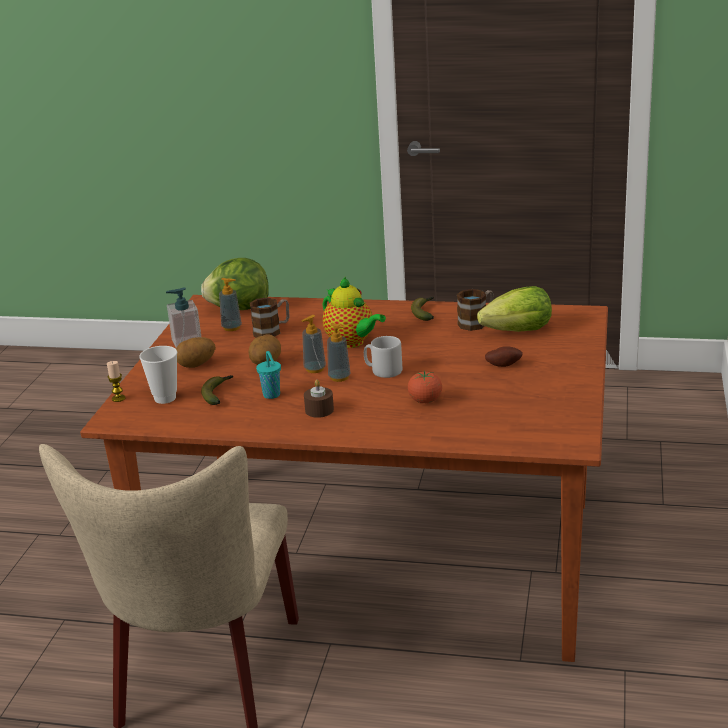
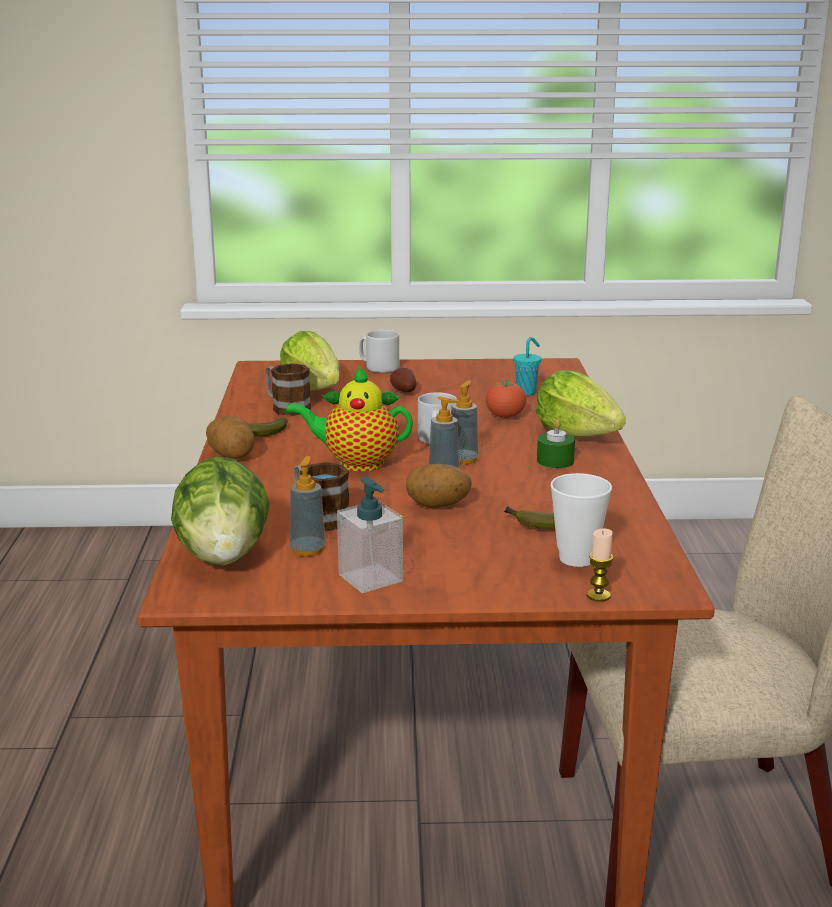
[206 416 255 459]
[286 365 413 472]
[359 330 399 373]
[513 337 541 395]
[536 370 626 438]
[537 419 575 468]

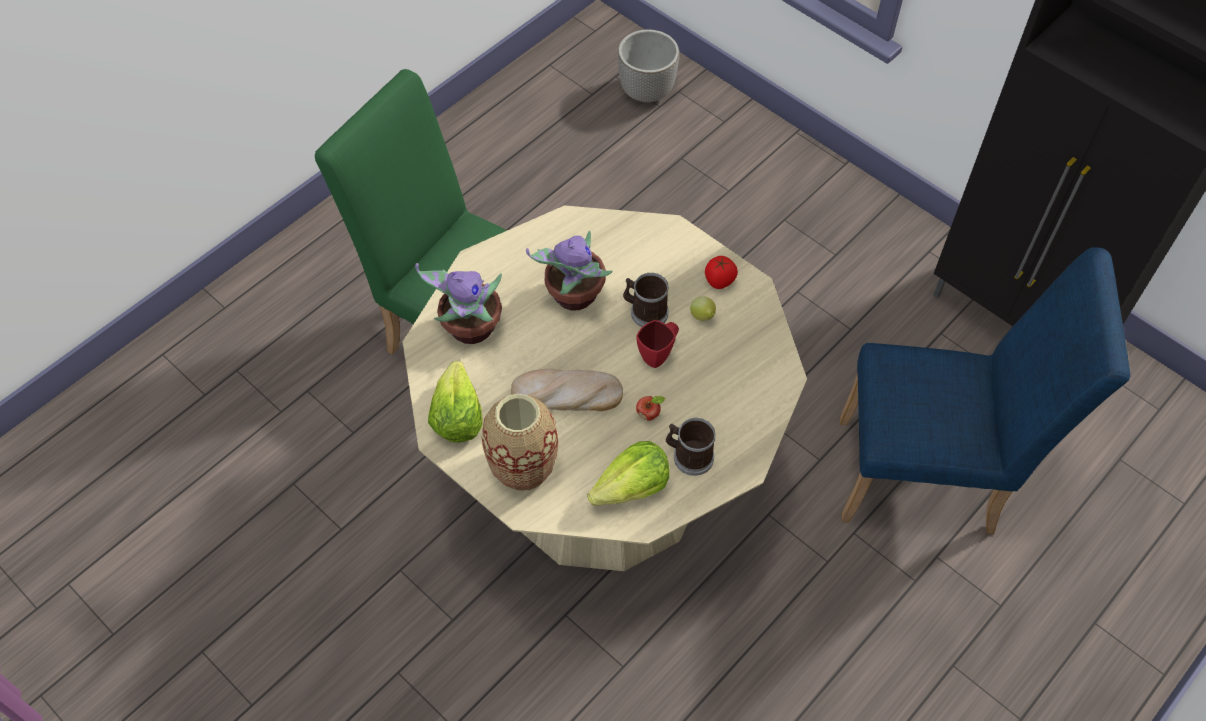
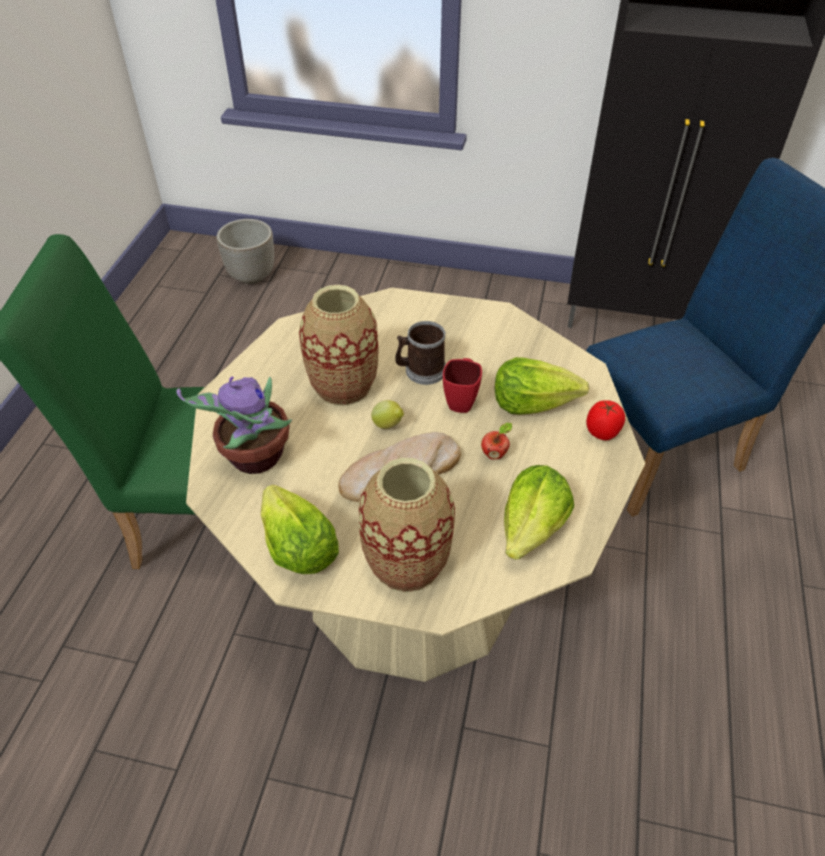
[299 285 379 406]
[371 400 404 429]
[495 357 589 415]
[586 400 625 440]
[666 418 715 476] (first image)

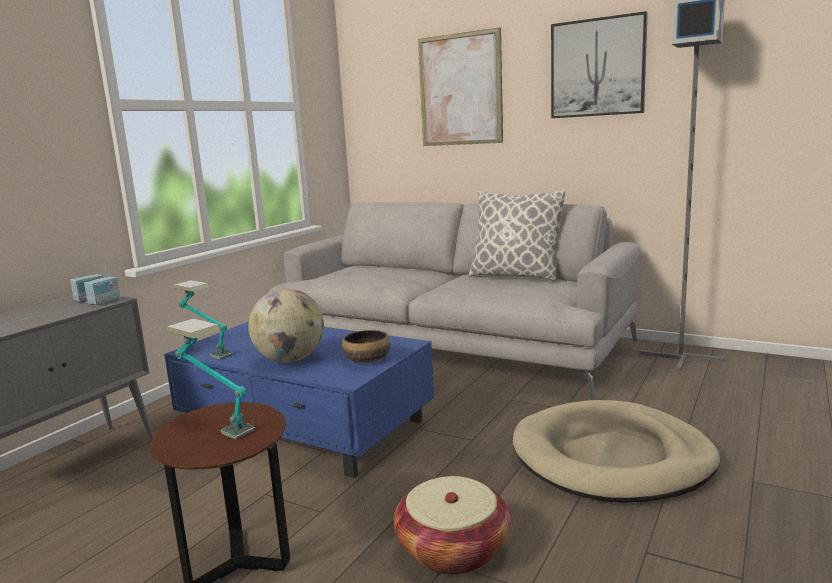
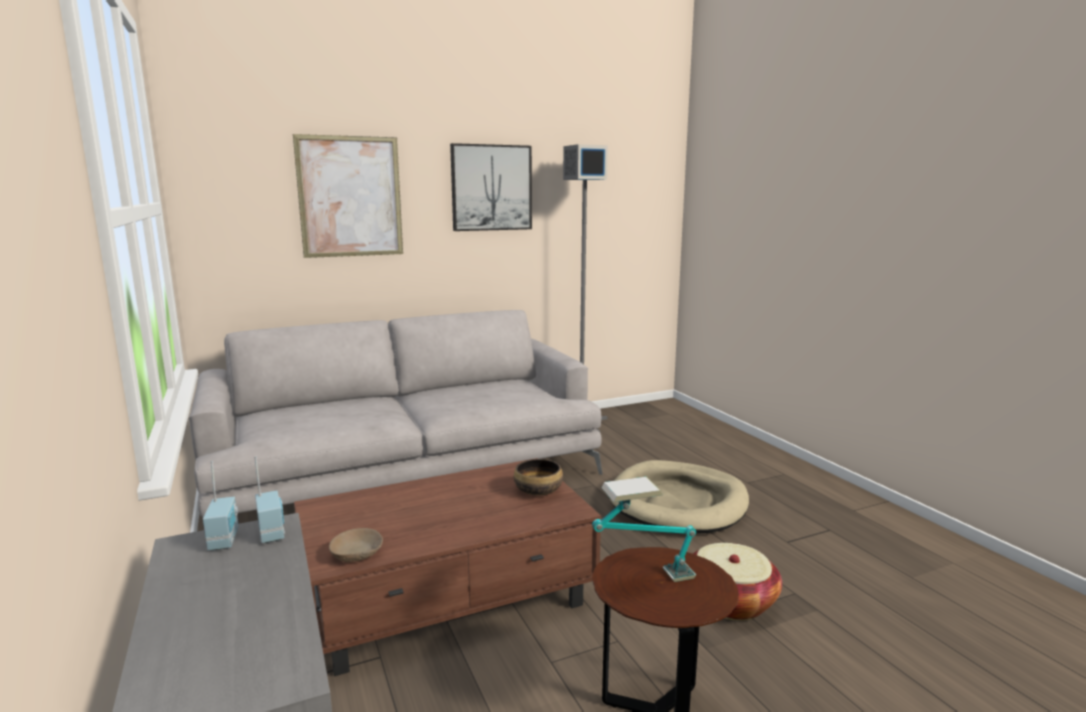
[294 458 601 676]
[329 528 383 562]
[248 289 324 363] (first image)
[468 190 565 281] (first image)

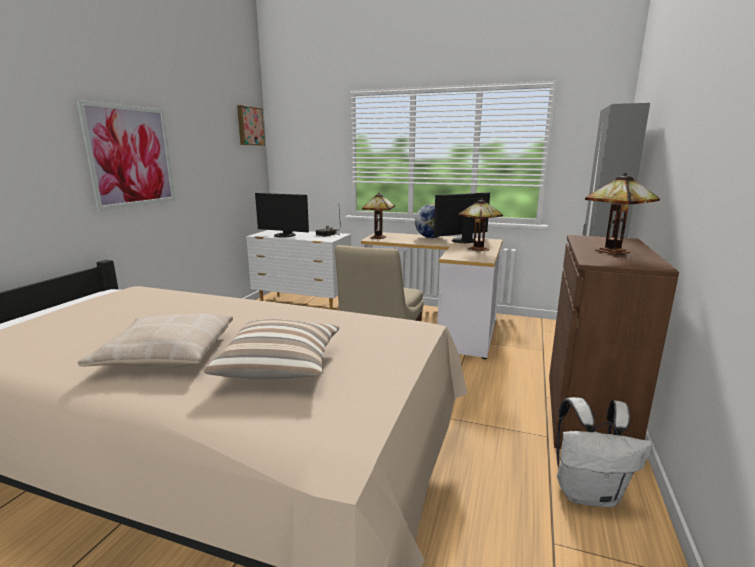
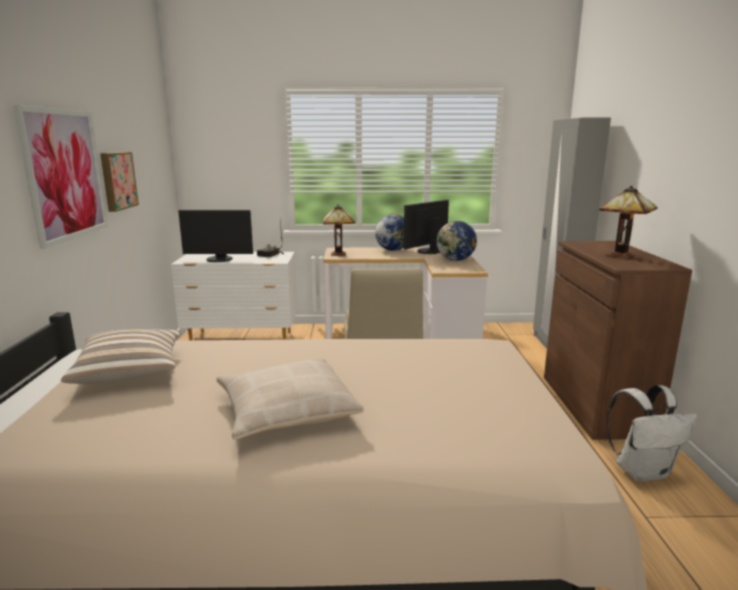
[61 329 181 384]
[100 152 139 212]
[437 221 477 261]

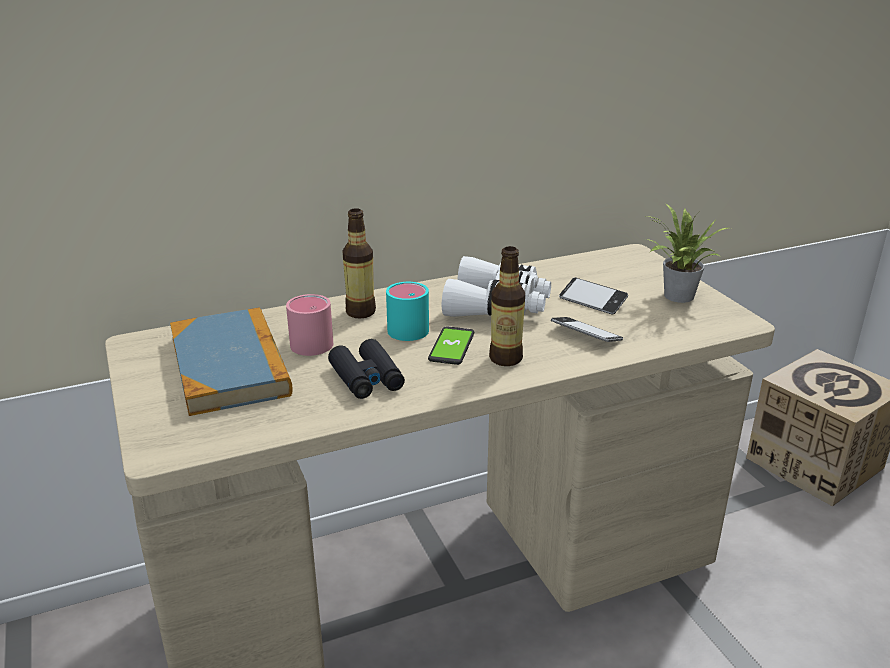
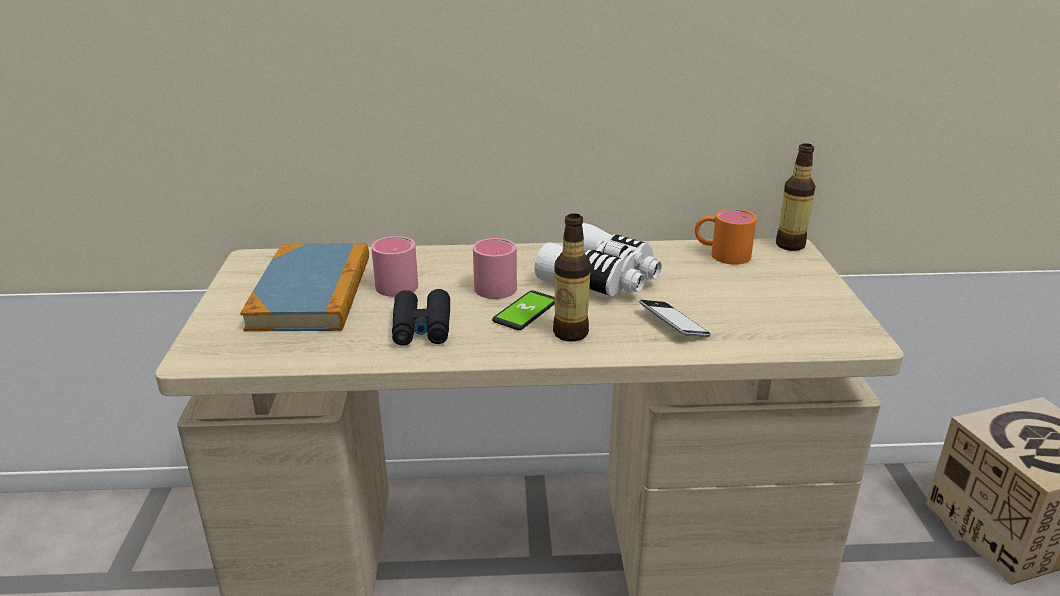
[473 238 517 299]
[695 209 757 265]
[776 143 816 251]
[559 278 628 315] (first image)
[646 204 728 303] (first image)

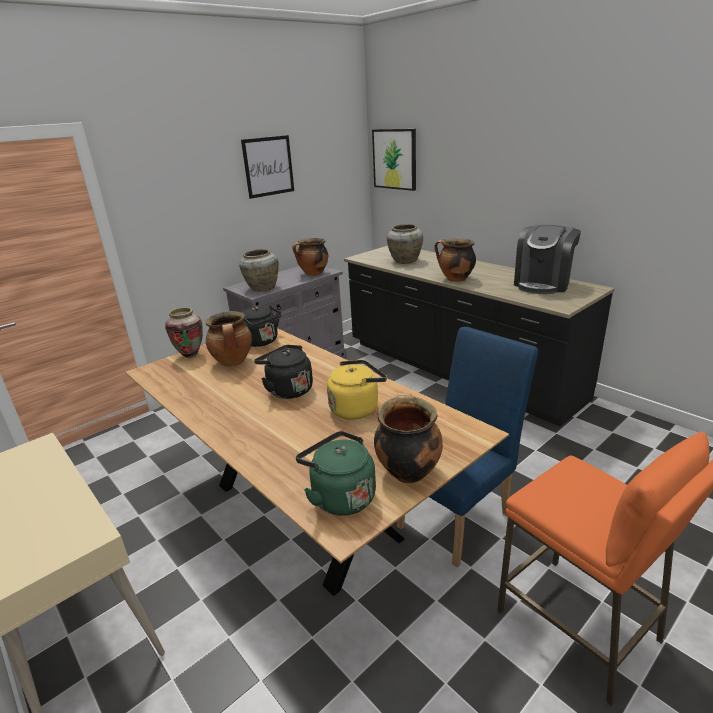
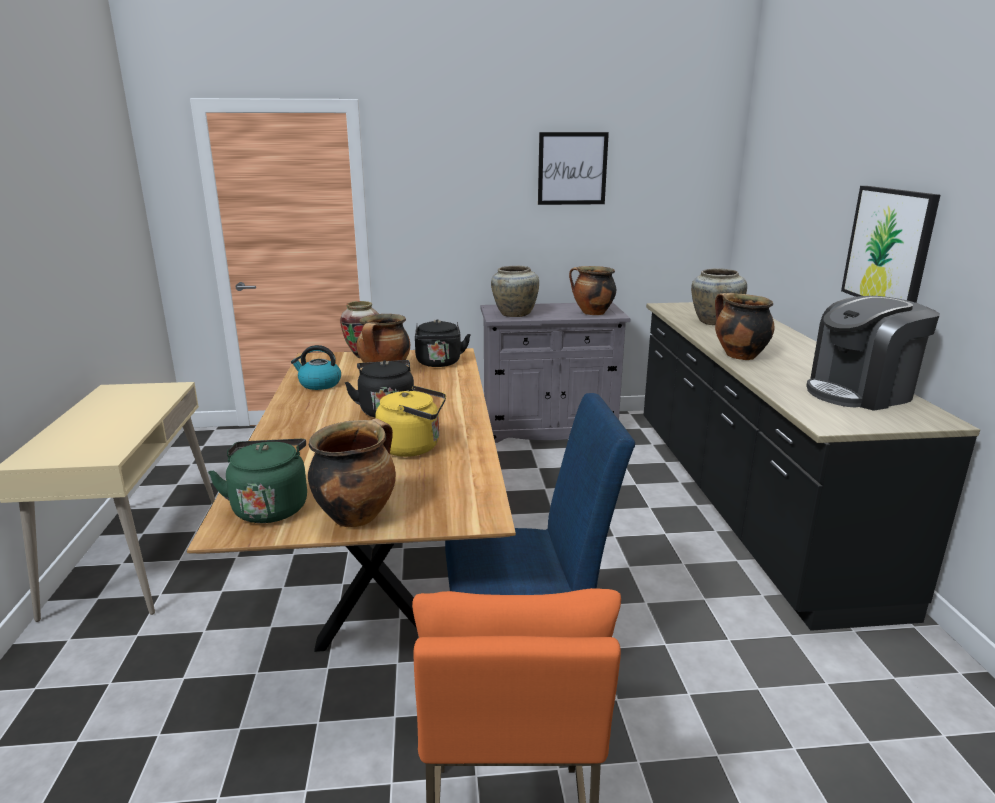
[291 345 341 390]
[841 186 940 303]

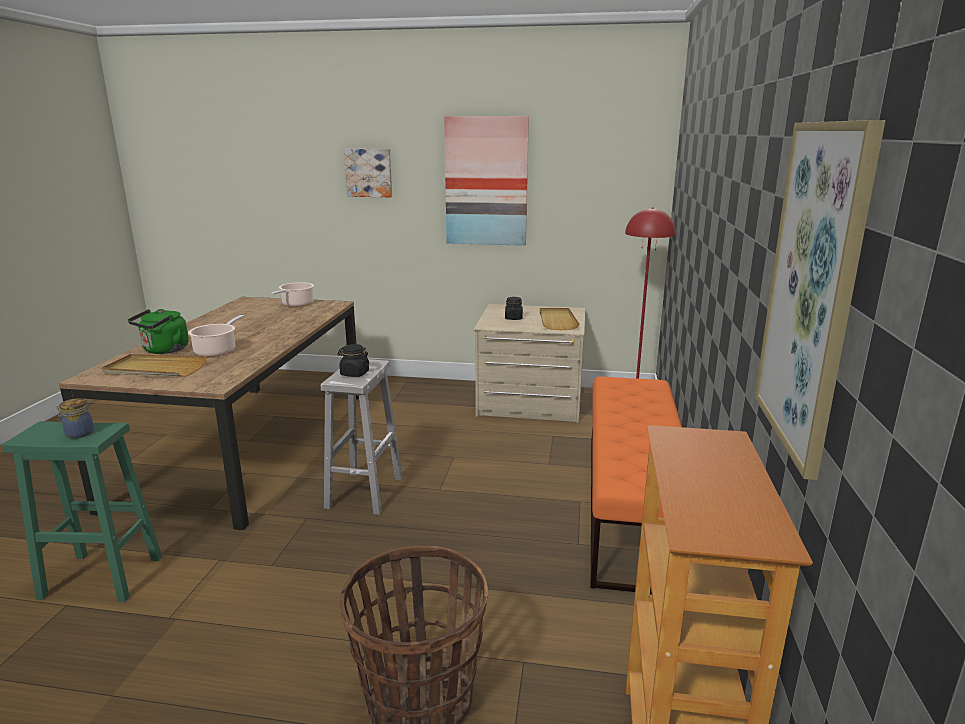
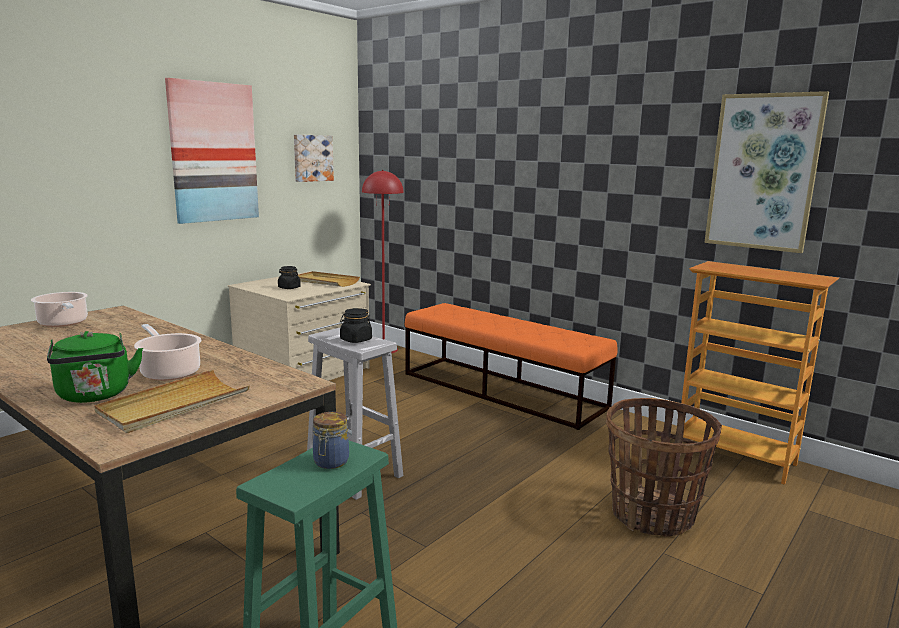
[294 135 334 182]

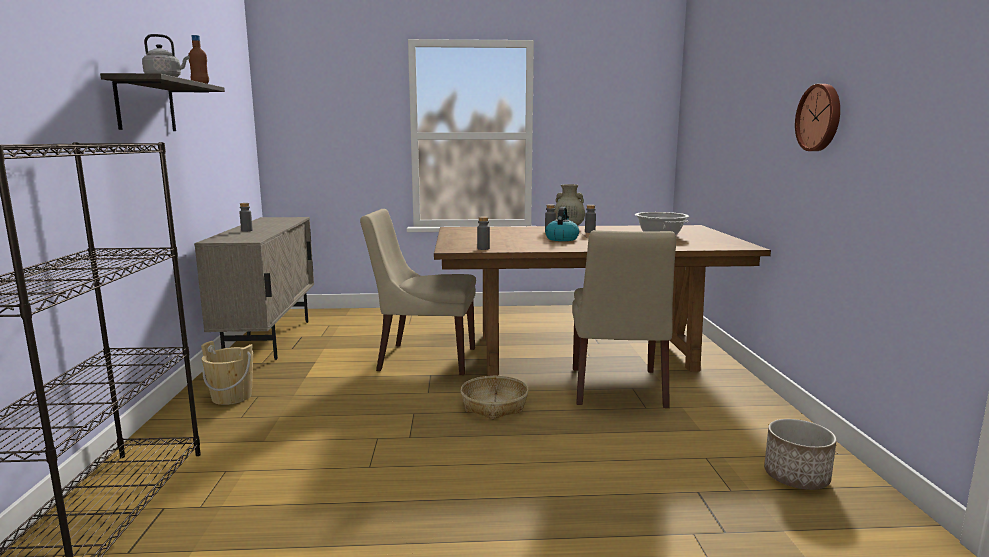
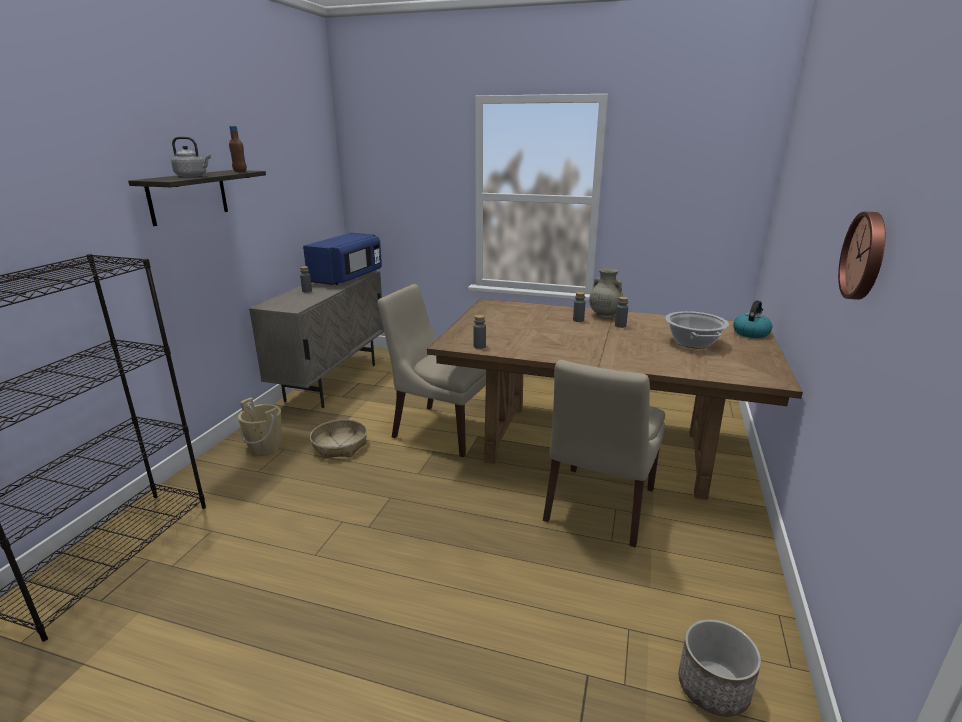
[303 233 382 285]
[310 419 367 459]
[733 300 772 338]

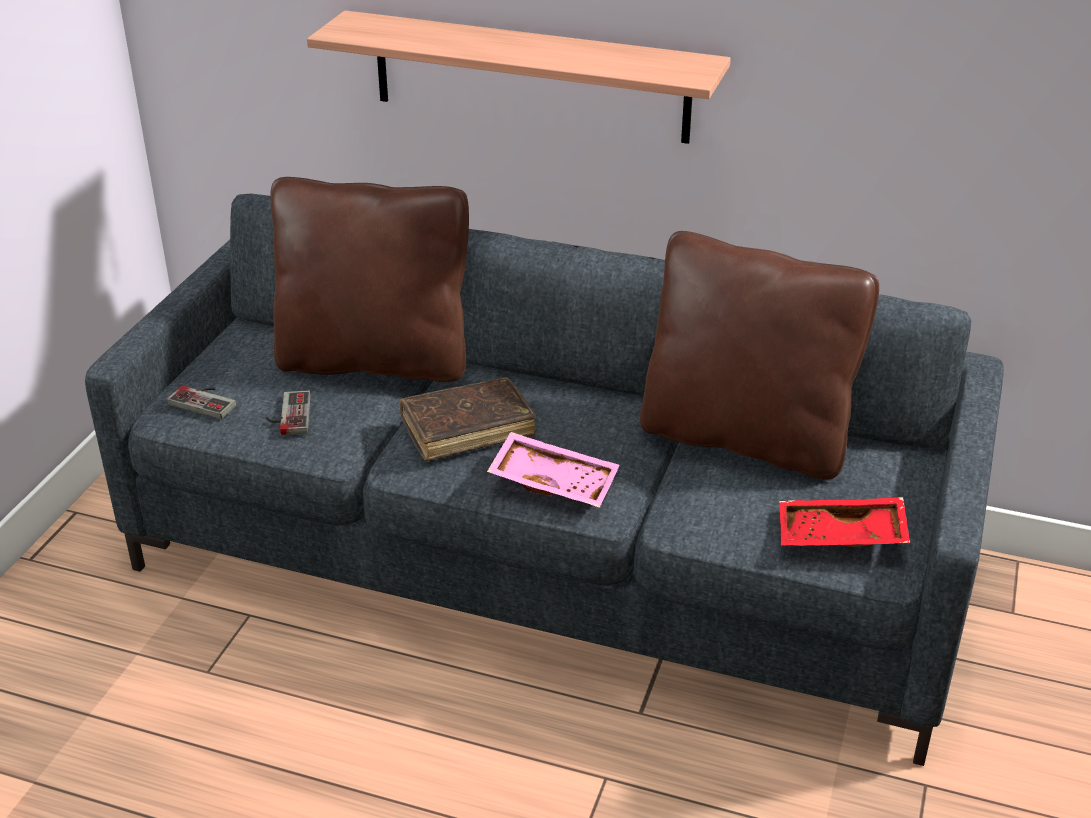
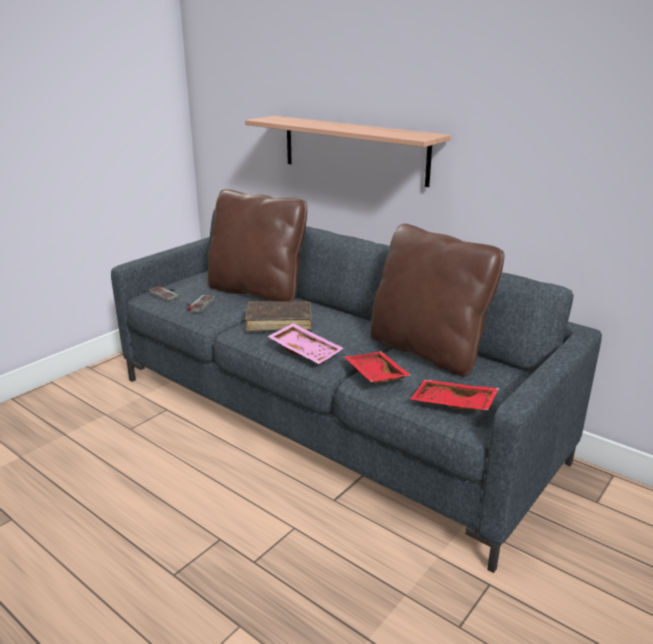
[344 351 411 383]

